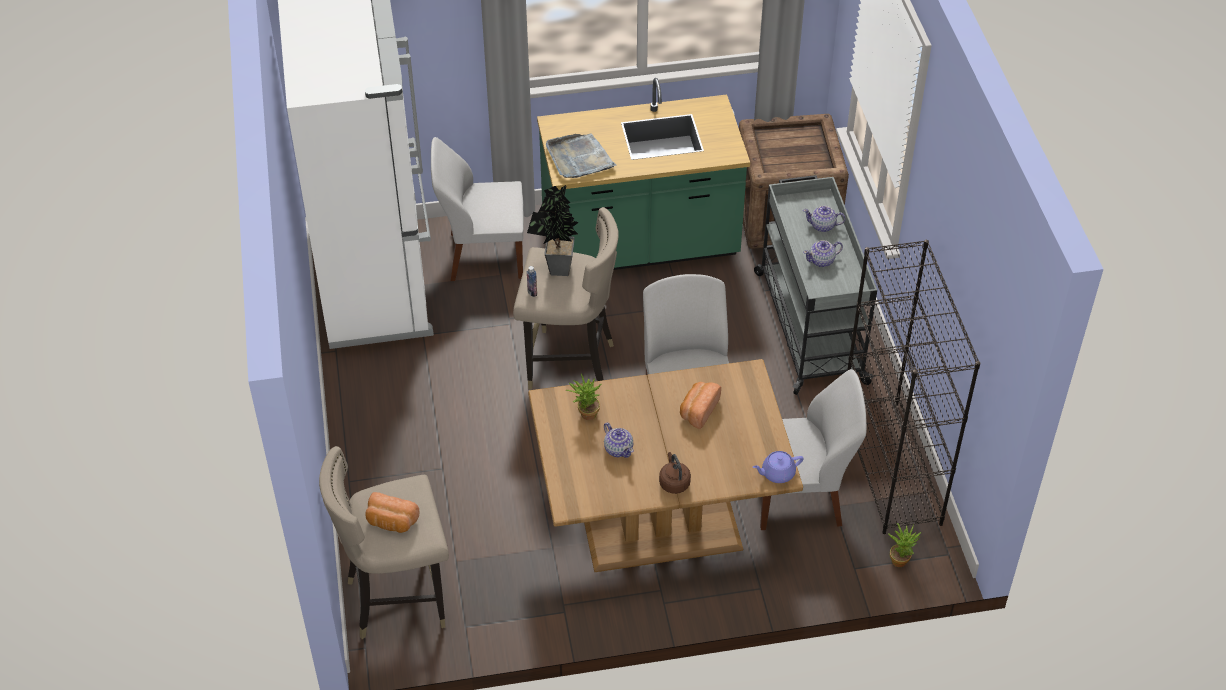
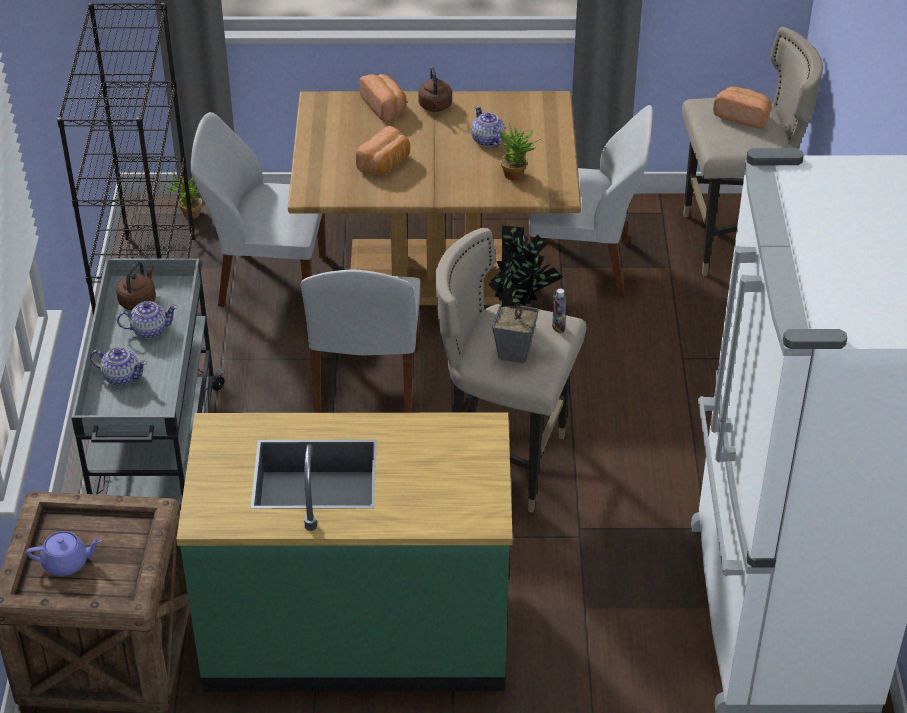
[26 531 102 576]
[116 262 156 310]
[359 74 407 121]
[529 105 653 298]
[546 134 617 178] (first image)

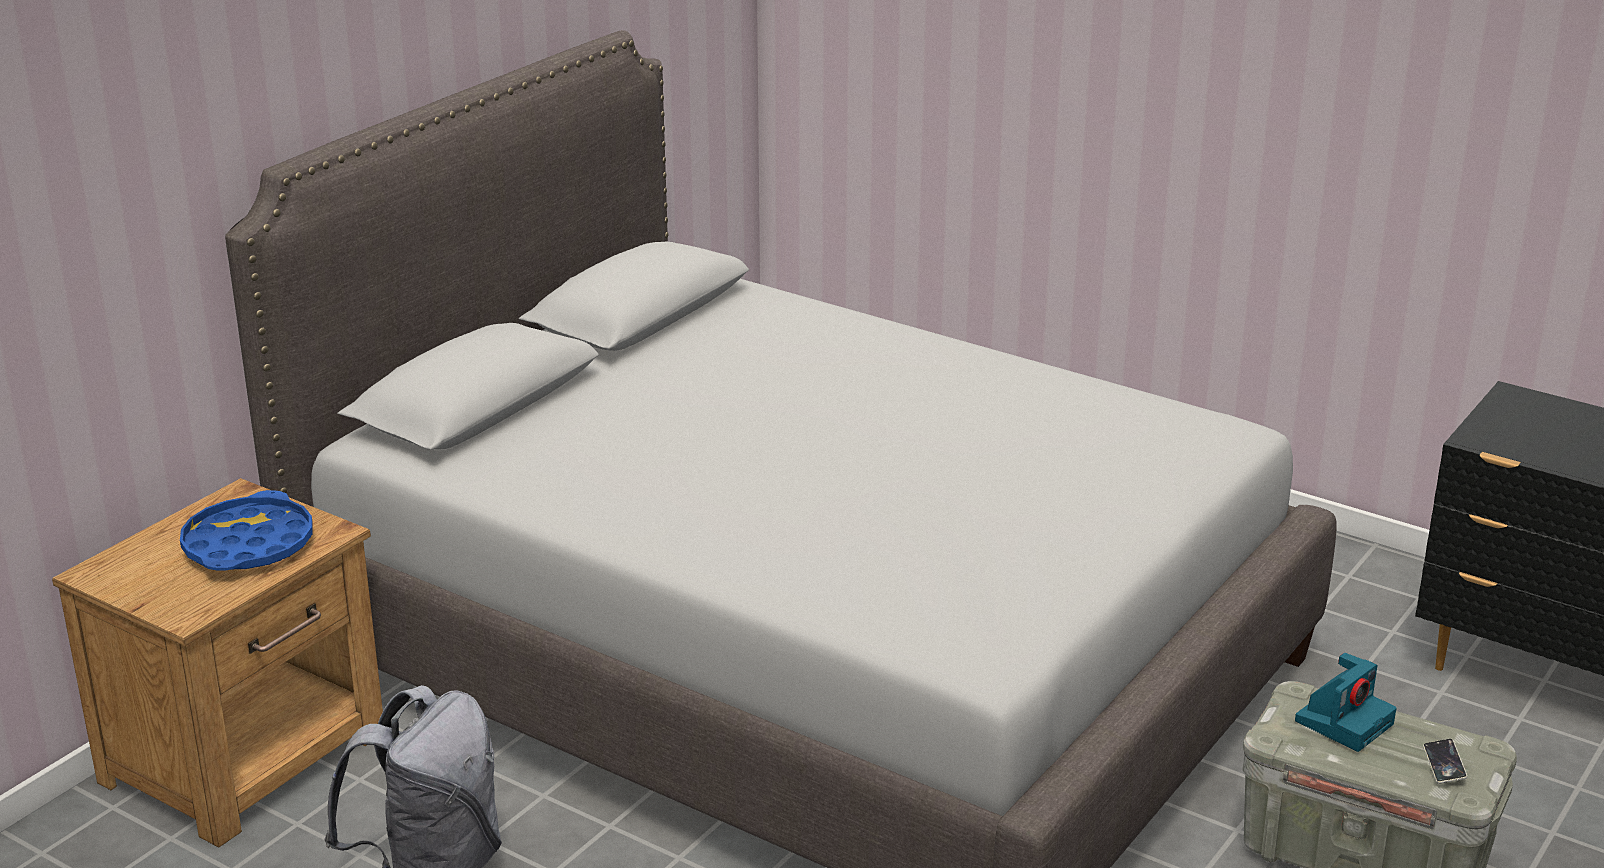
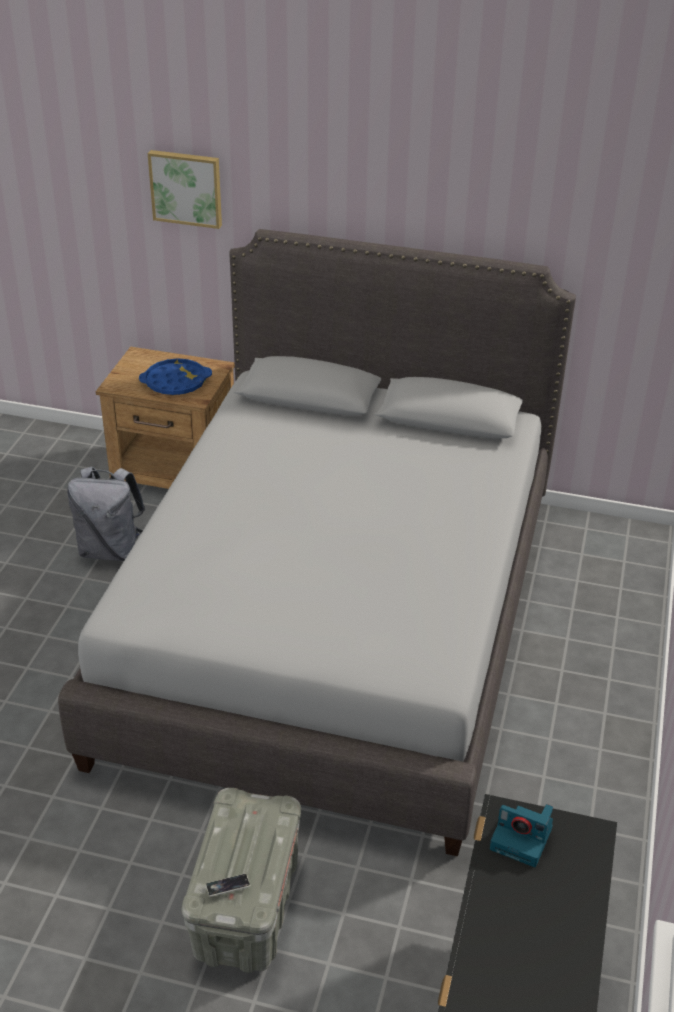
[148 150 222 229]
[490 804 553 867]

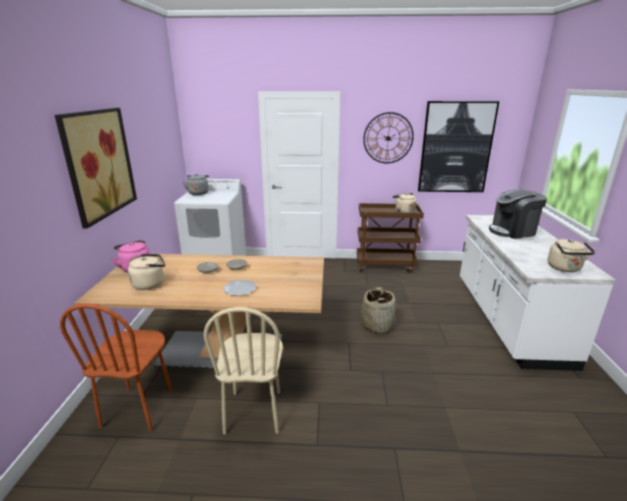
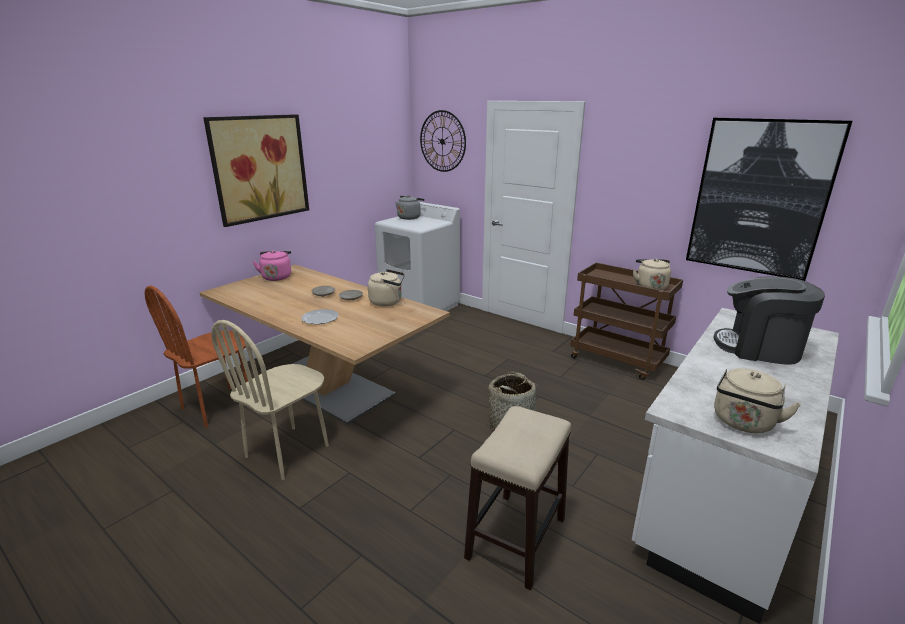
[368 269 405 306]
[420 110 466 172]
[464 406 571 590]

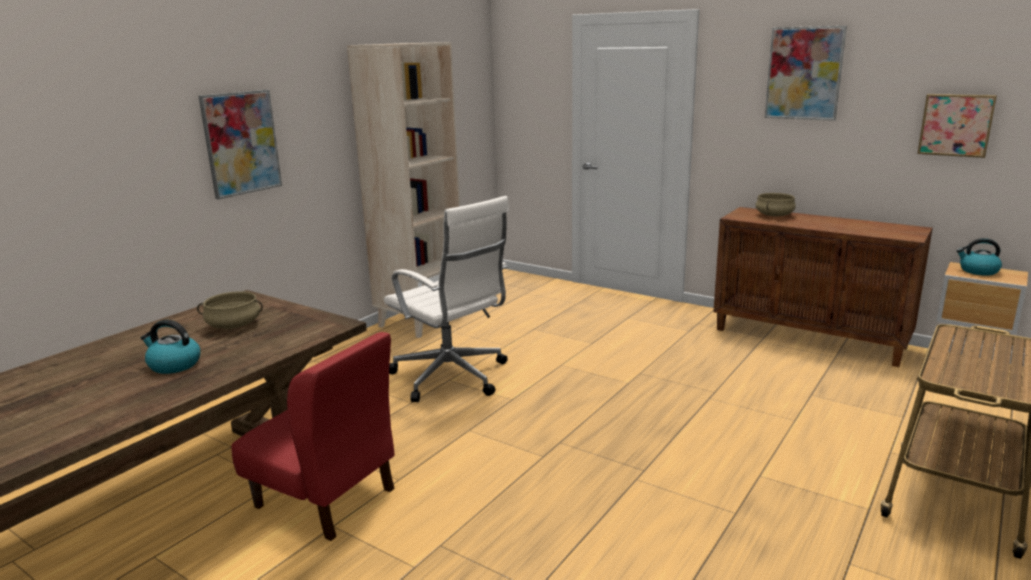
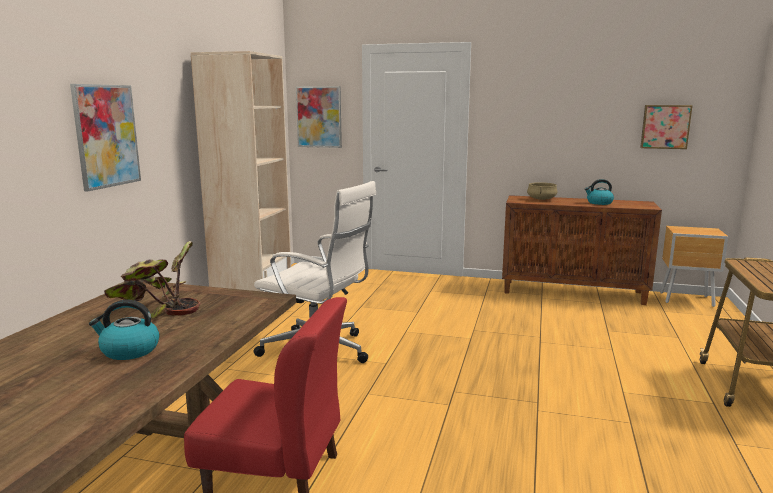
[104 241 200 319]
[296 86 342 148]
[585 179 614 205]

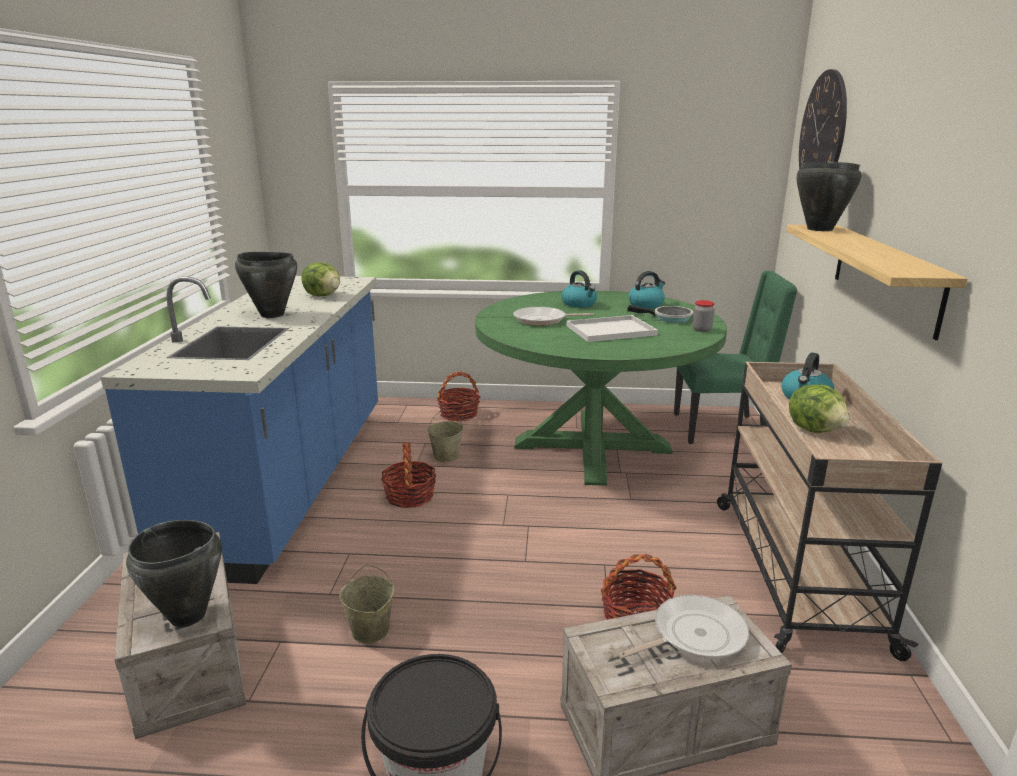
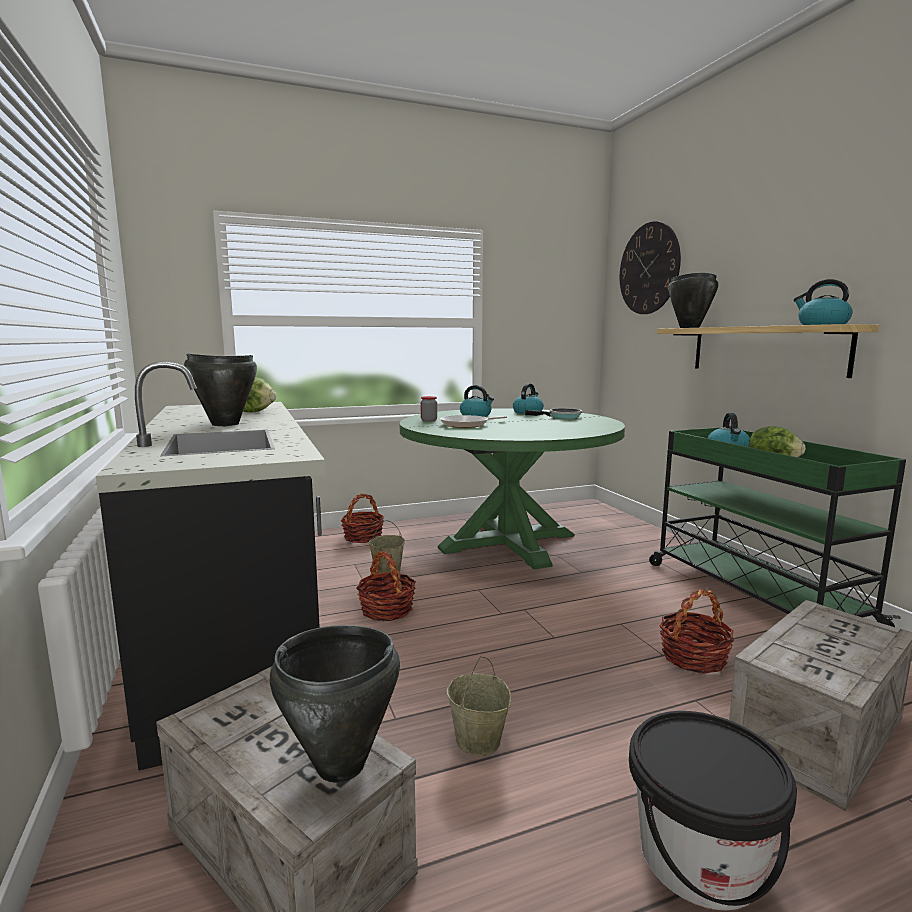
[96 362 325 771]
[421 396 437 422]
[649 427 906 627]
[794 279 853 325]
[567 315 658 342] (first image)
[618 595 749 659] (first image)
[674 271 798 444] (first image)

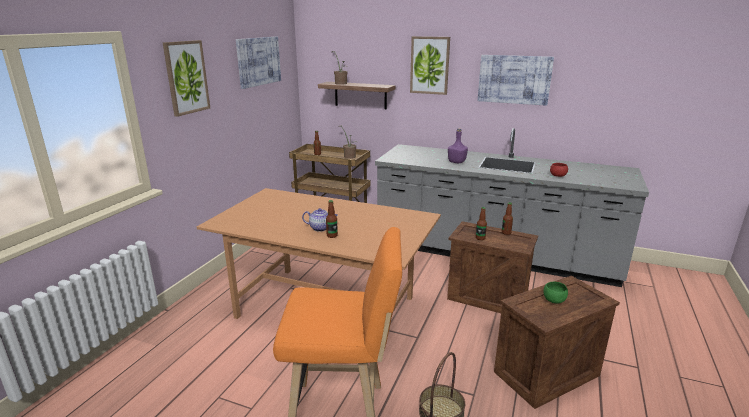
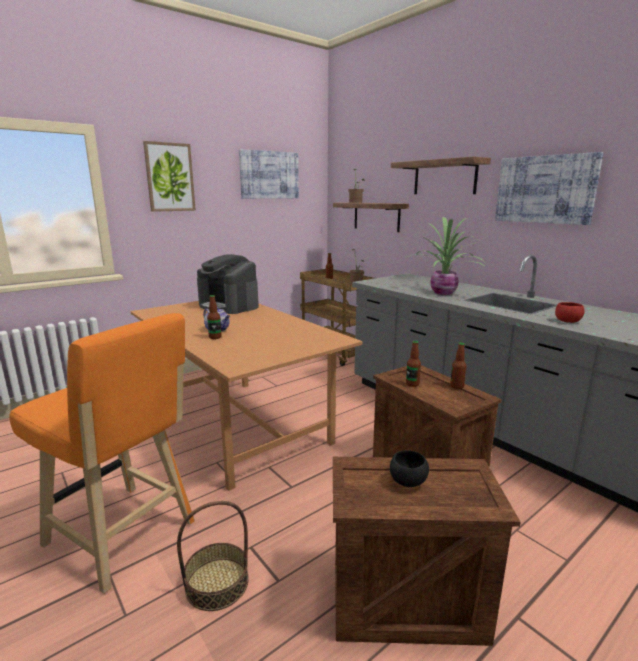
[197 254 259 314]
[390 450 429 487]
[391 156 491 194]
[406 217 486 295]

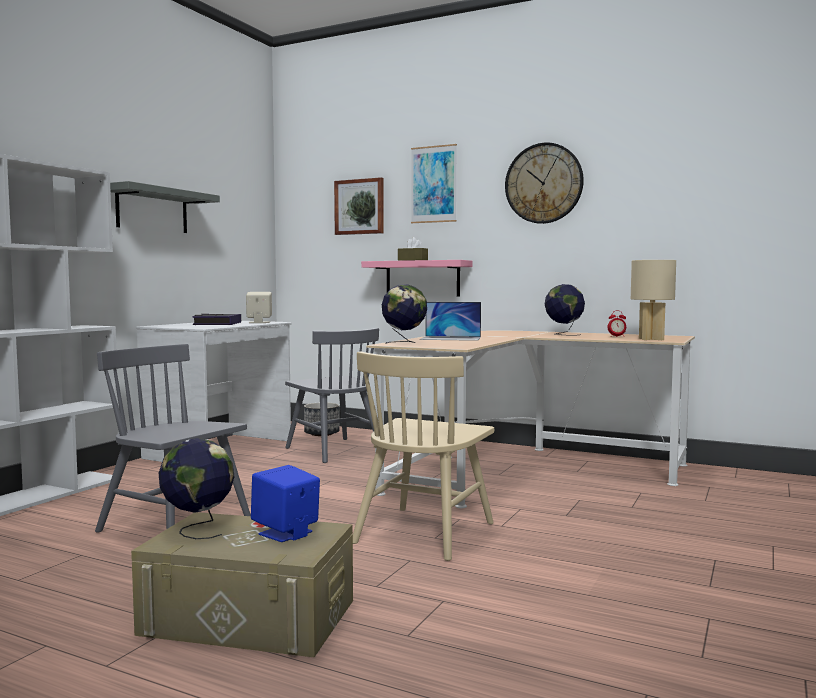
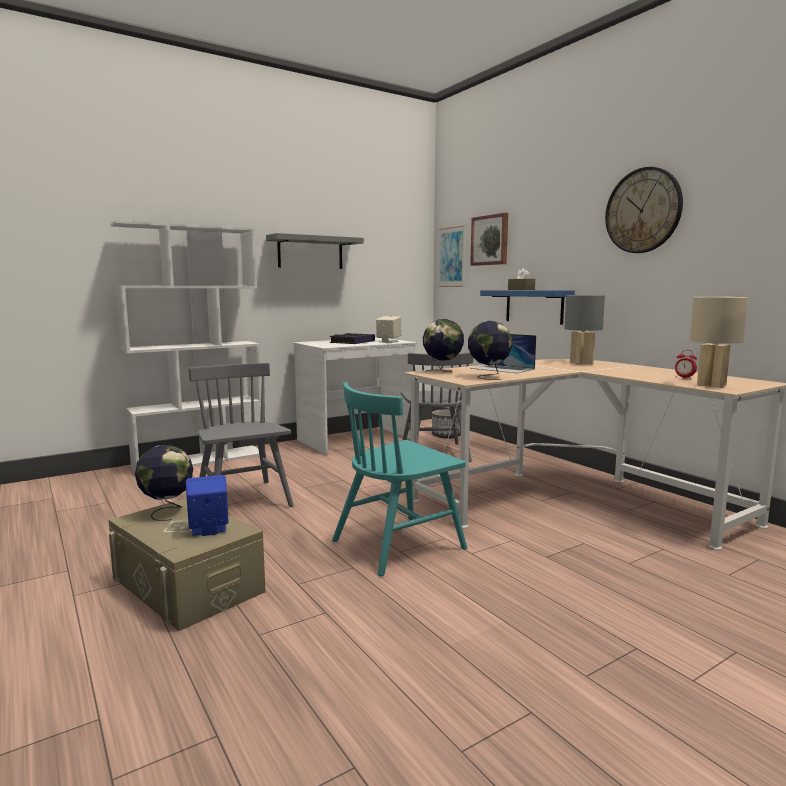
[332 382 467 576]
[438 225 465 287]
[468 321 512 380]
[480 290 575 325]
[564 295 605 365]

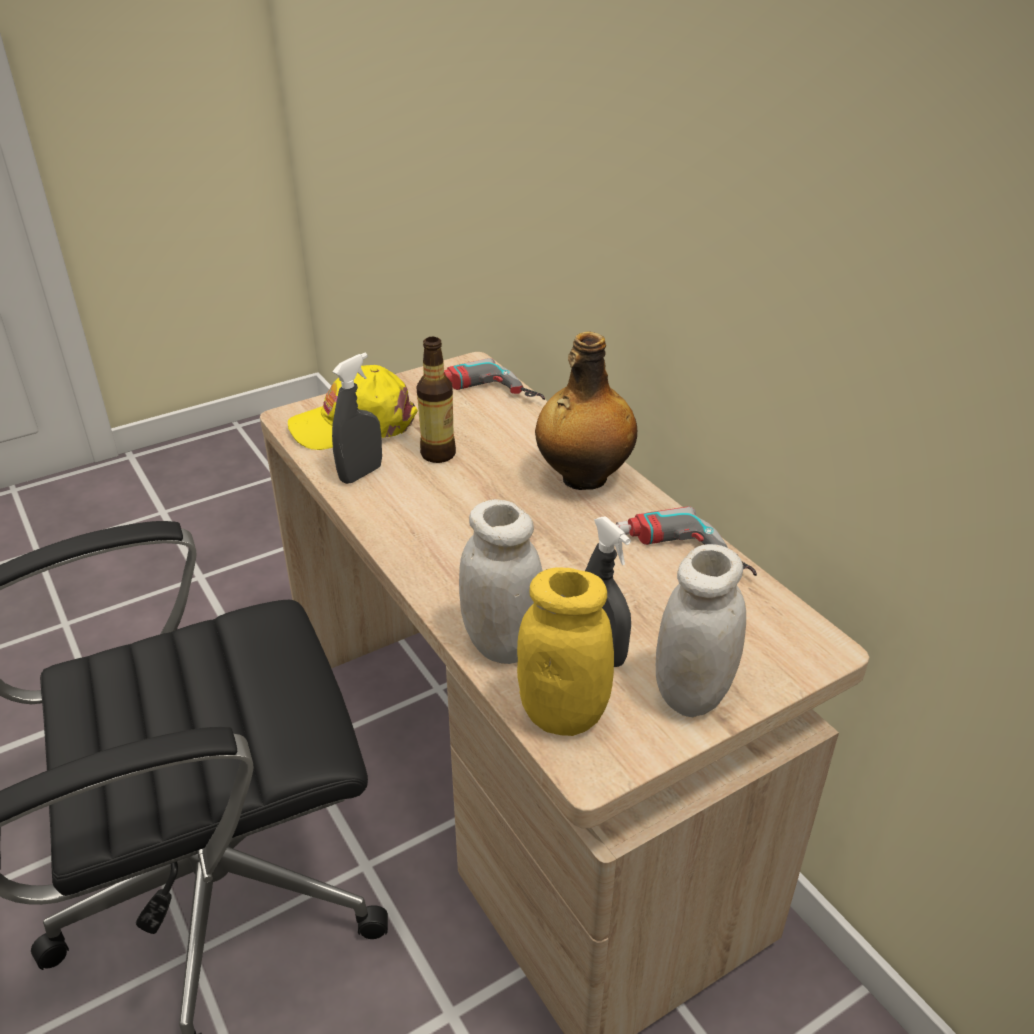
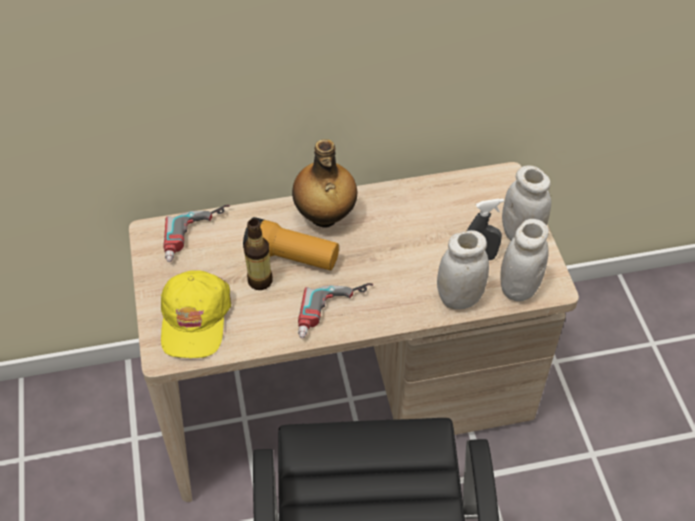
[243 217 339 270]
[298 283 374 339]
[500 219 549 301]
[332 353 382 484] (first image)

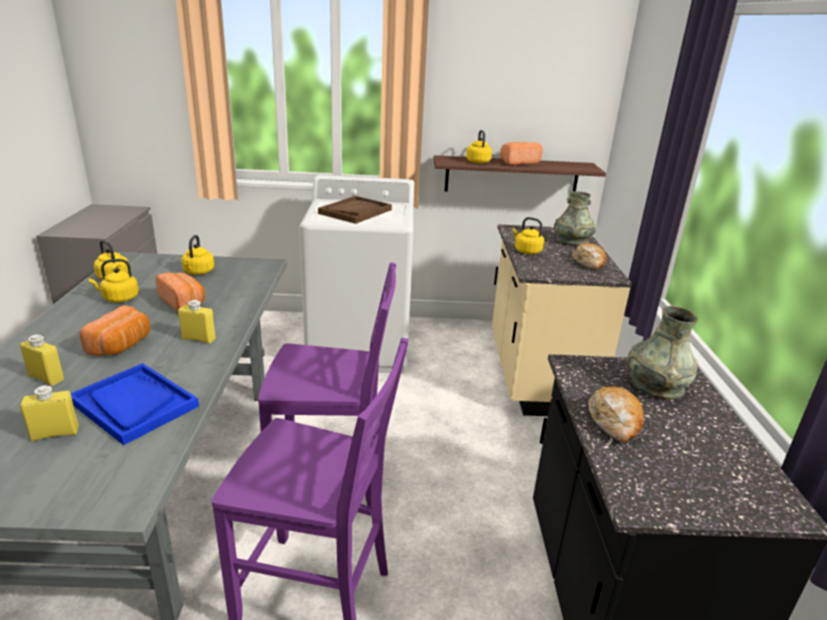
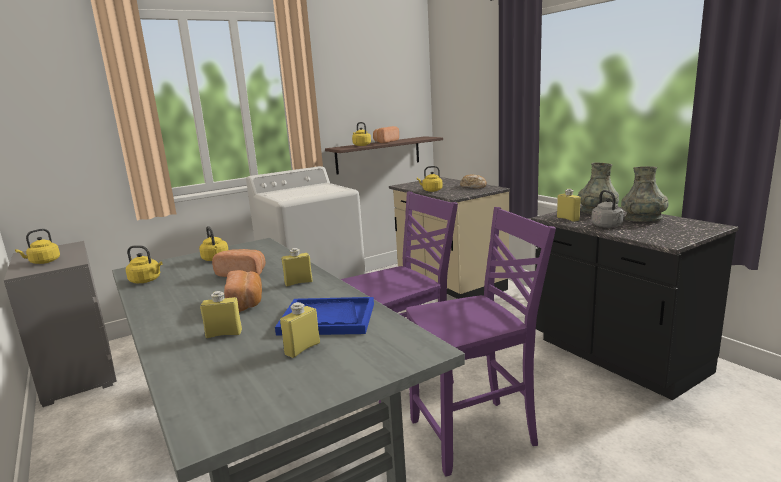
[15 229 60 264]
[557 189 581 222]
[591 190 624 228]
[621 166 669 222]
[318 196 392 224] (first image)

